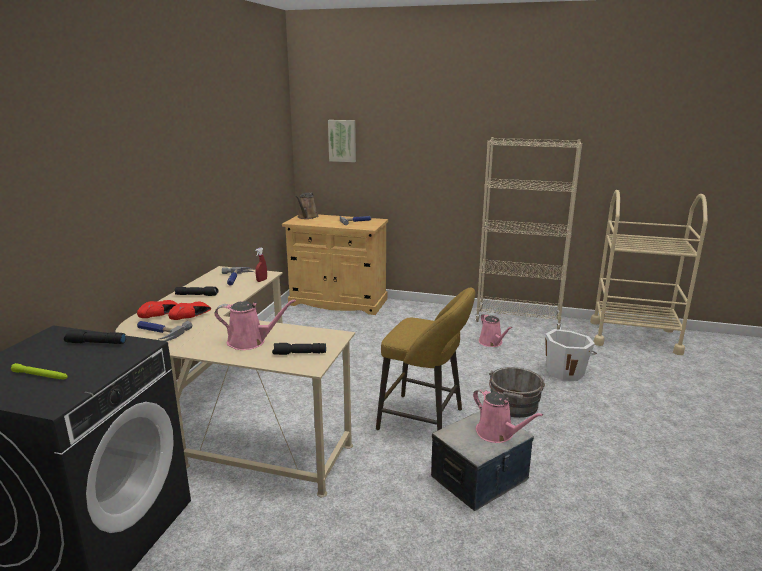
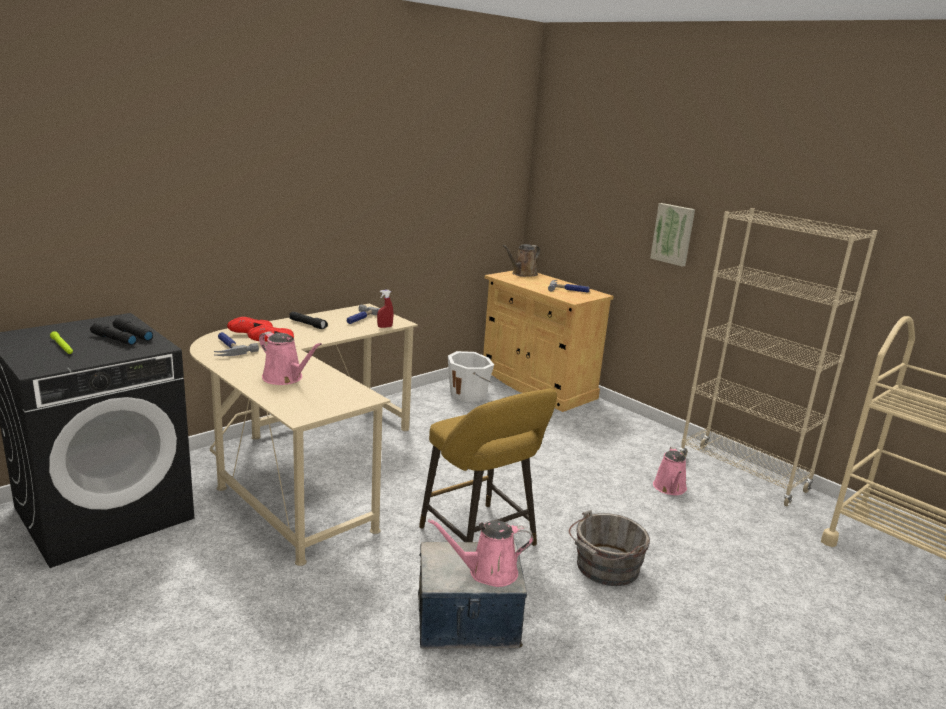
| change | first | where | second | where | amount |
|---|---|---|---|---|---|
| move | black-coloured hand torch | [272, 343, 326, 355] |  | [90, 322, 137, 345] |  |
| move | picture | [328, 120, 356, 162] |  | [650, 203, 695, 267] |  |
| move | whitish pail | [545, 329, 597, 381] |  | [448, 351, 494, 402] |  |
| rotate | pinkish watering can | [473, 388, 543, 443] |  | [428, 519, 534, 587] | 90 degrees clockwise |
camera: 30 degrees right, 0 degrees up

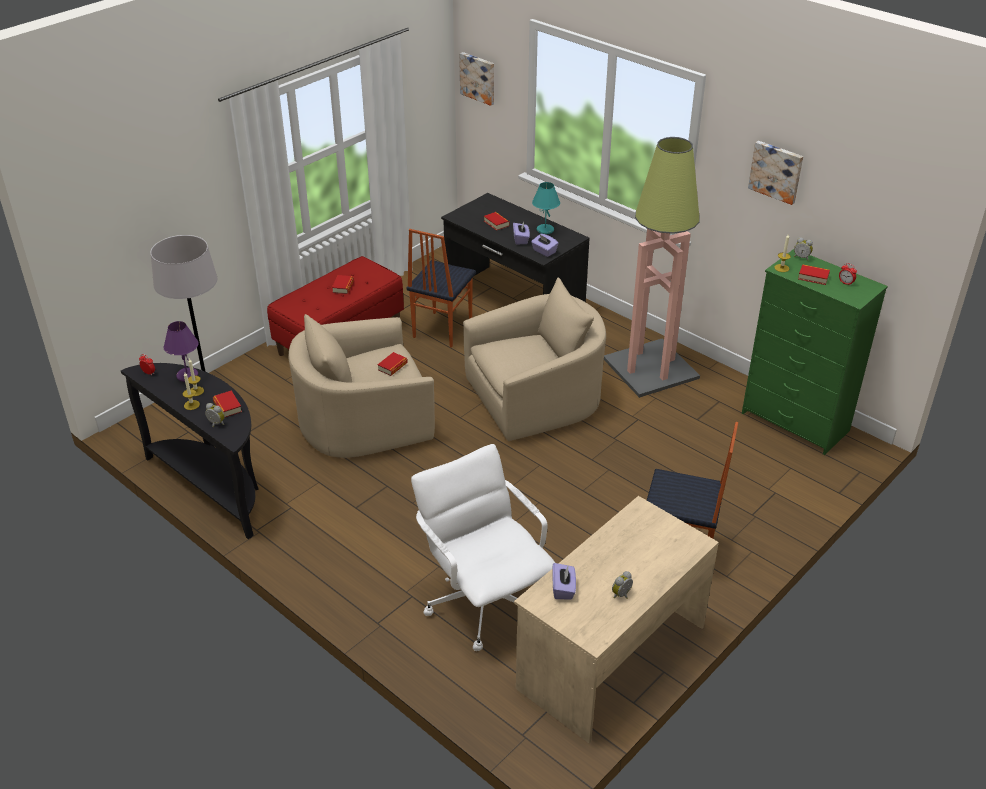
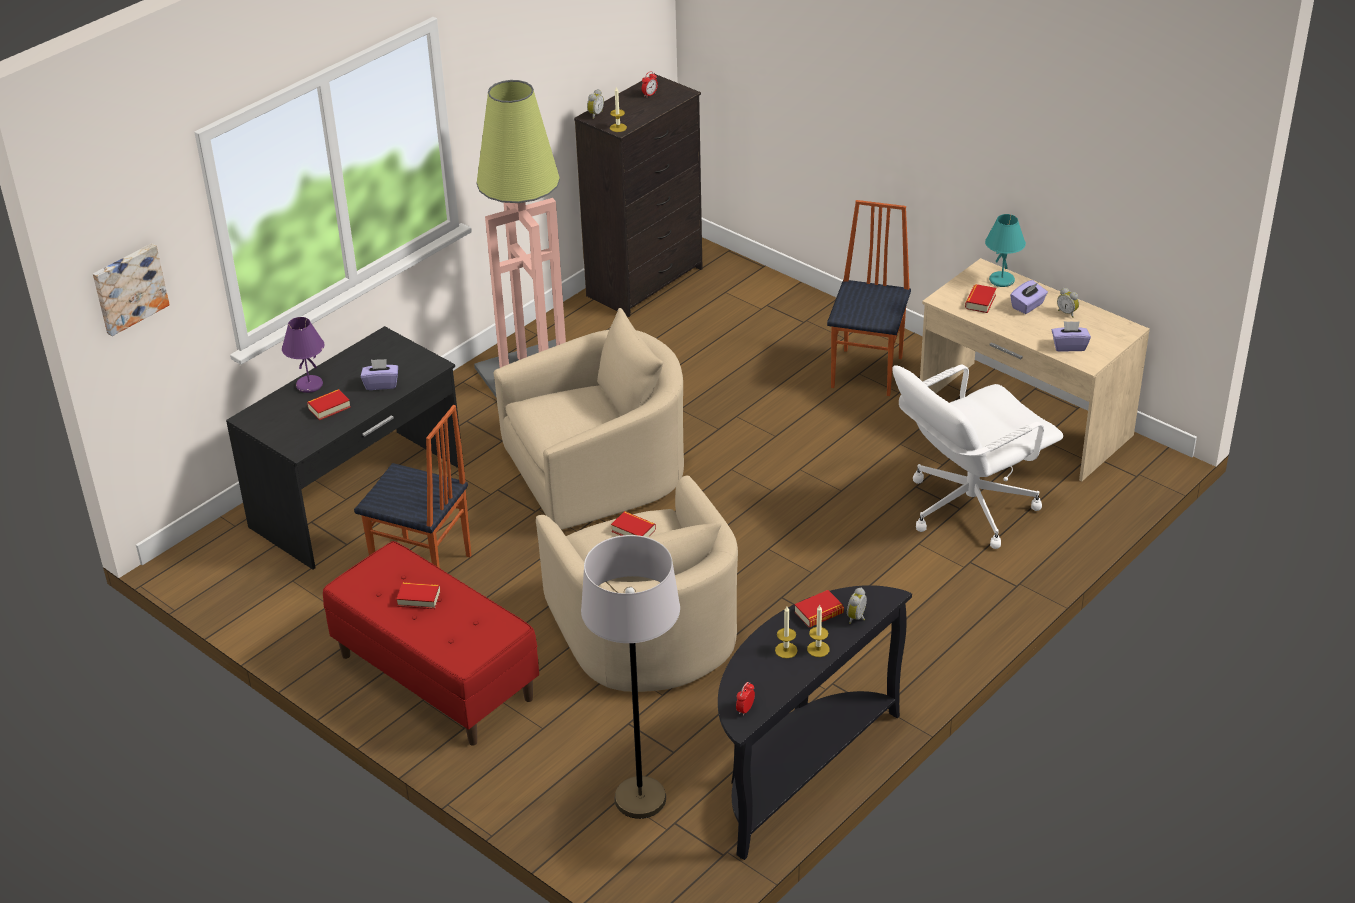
| change | first | where | second | where | amount |
|---|---|---|---|---|---|
| delete | picture | [748, 141, 803, 205] |  |  |  |
| move | purple-coloured lamp for a table | [164, 321, 199, 382] |  | [282, 317, 325, 393] |  |
| move | purple-coloured tissue box | [531, 234, 558, 257] |  | [1010, 280, 1048, 314] |  |
| move | turquoise-coloured lamp for a table | [532, 182, 560, 234] |  | [985, 214, 1026, 287] |  |
| move | volume | [798, 264, 830, 285] |  | [965, 284, 997, 313] |  |
| recolor | green drawer chest | [742, 249, 888, 455] | black-coloured drawer chest | [574, 74, 703, 317] |  |
| rotate | sand-coloured lounge chair | [463, 278, 606, 441] |  | [494, 308, 684, 530] | 90 degrees clockwise |
camera: 90 degrees left, 0 degrees up

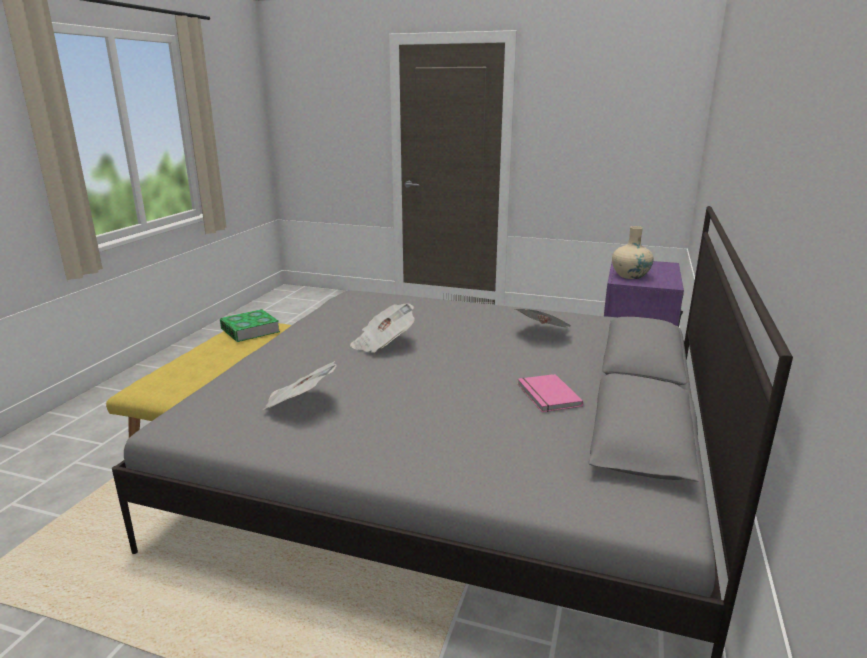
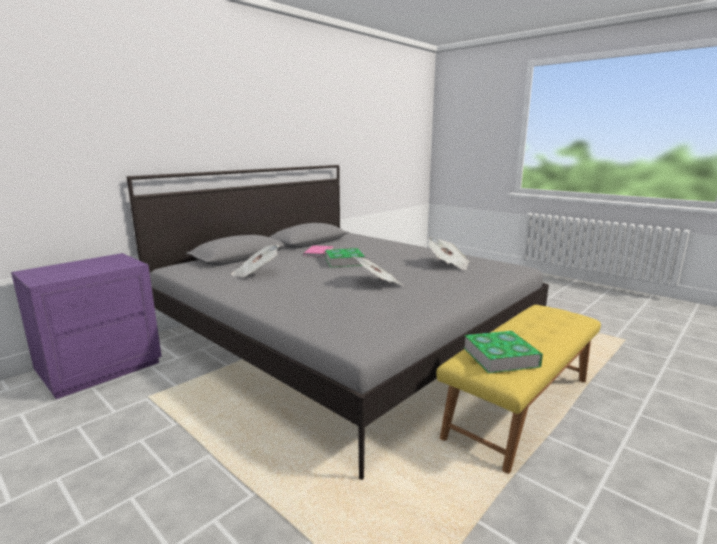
| change | first | where | second | where | amount |
|---|---|---|---|---|---|
| delete | sand-coloured vase | [612, 226, 654, 279] |  |  |  |
| insert |  |  | volume | [325, 248, 365, 267] |  |
camera: 155 degrees left, 5 degrees down

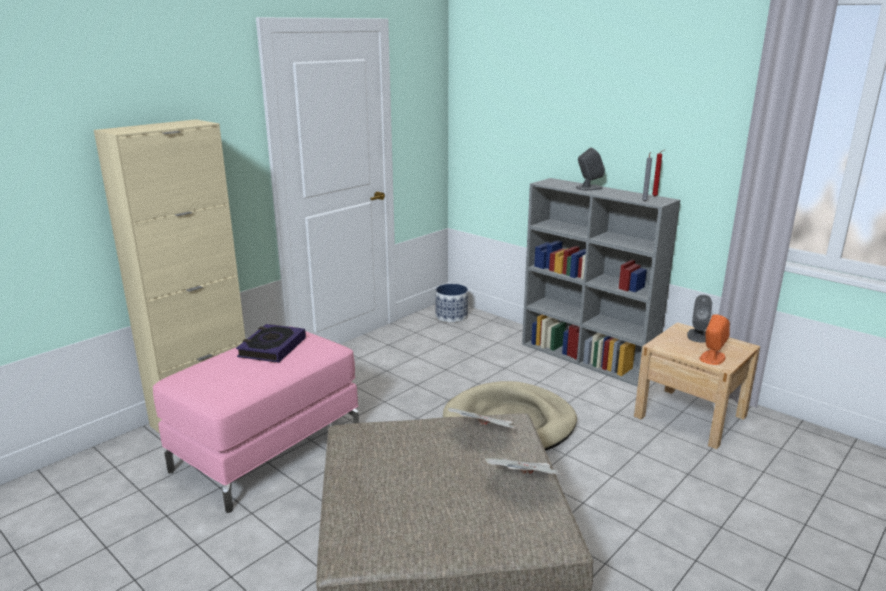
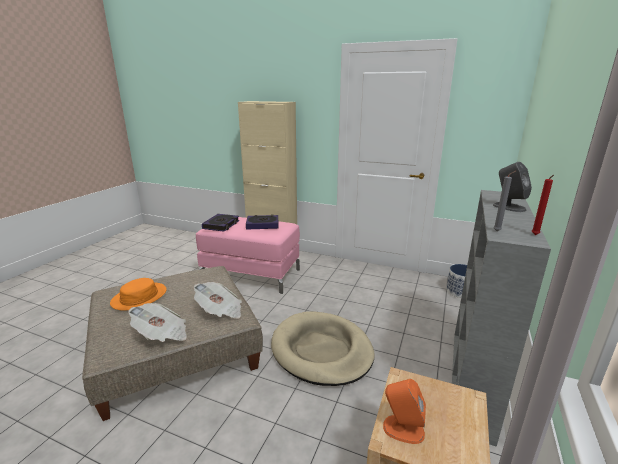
| change | first | where | second | where | amount |
|---|---|---|---|---|---|
| delete | greyish audio speaker | [687, 295, 712, 343] |  |  |  |
| insert |  |  | orange-coloured hat | [110, 278, 167, 311] |  |
| insert |  |  | volume | [202, 214, 239, 232] |  |
camera: 70 degrees right, 0 degrees up

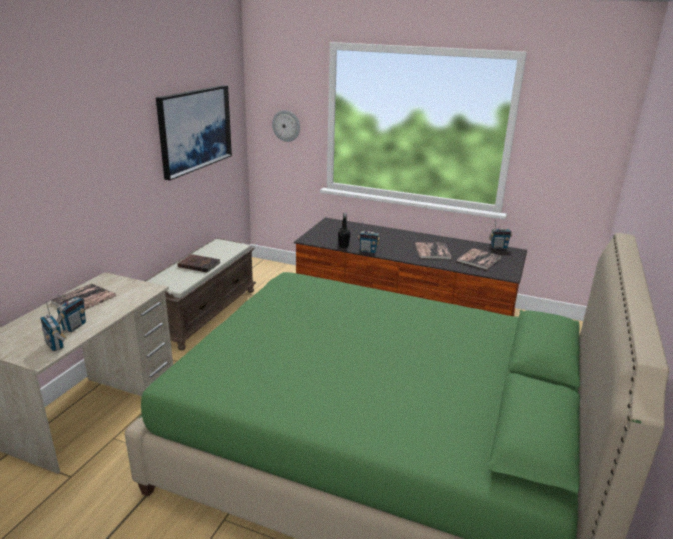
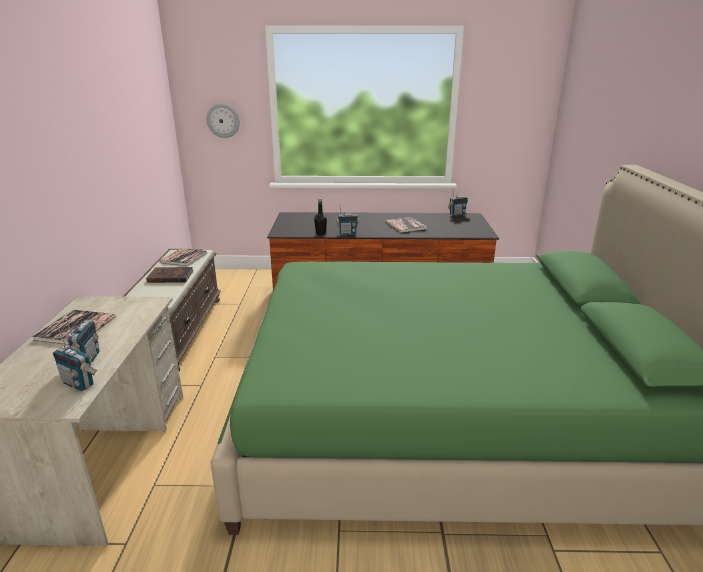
| change | first | where | second | where | amount |
|---|---|---|---|---|---|
| delete | picture | [156, 85, 232, 180] |  |  |  |
| move | volume | [457, 248, 501, 270] |  | [159, 248, 207, 266] |  |
camera: 20 degrees left, 0 degrees up

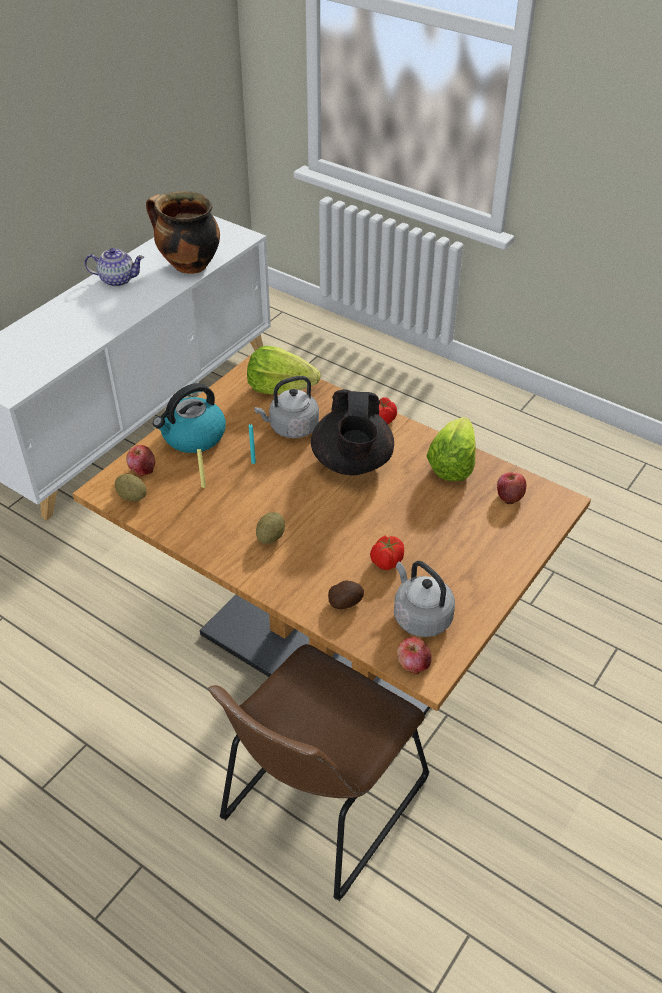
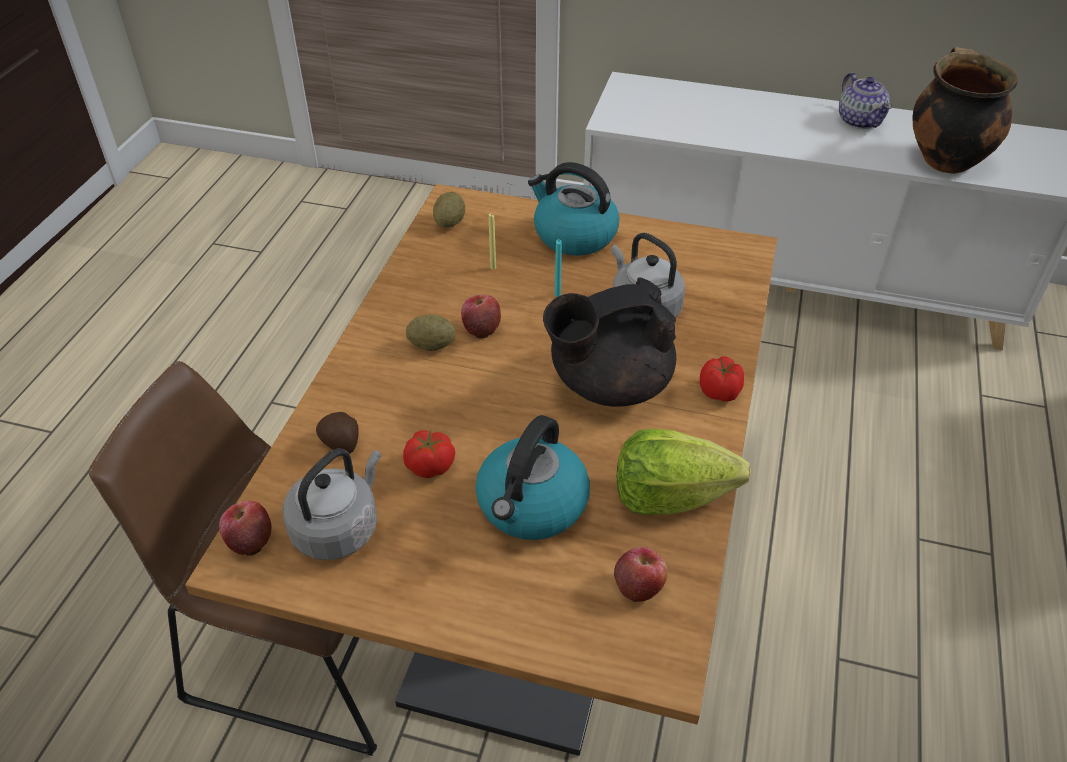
| change | first | where | second | where | amount |
|---|---|---|---|---|---|
| delete | lettuce | [247, 346, 321, 395] |  |  |  |
| insert |  |  | kettle | [475, 415, 590, 540] |  |
| move | apple fruit | [126, 445, 155, 476] |  | [461, 294, 501, 339] |  |
camera: 70 degrees right, 0 degrees up

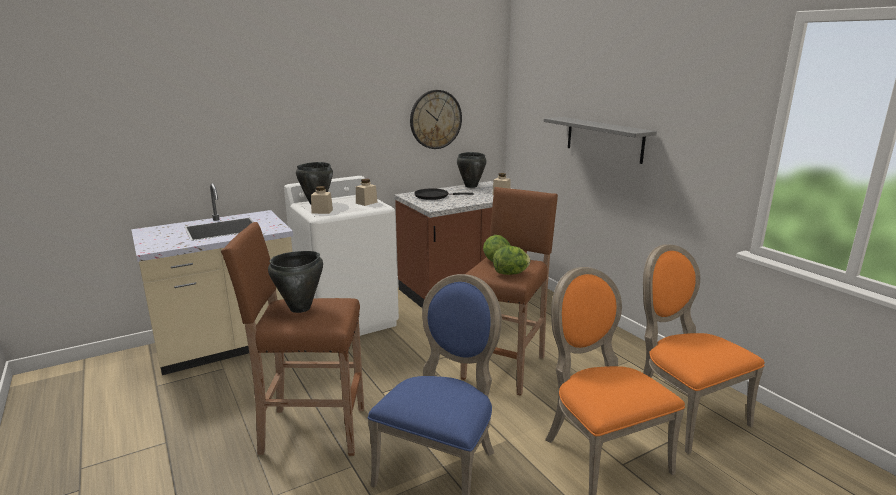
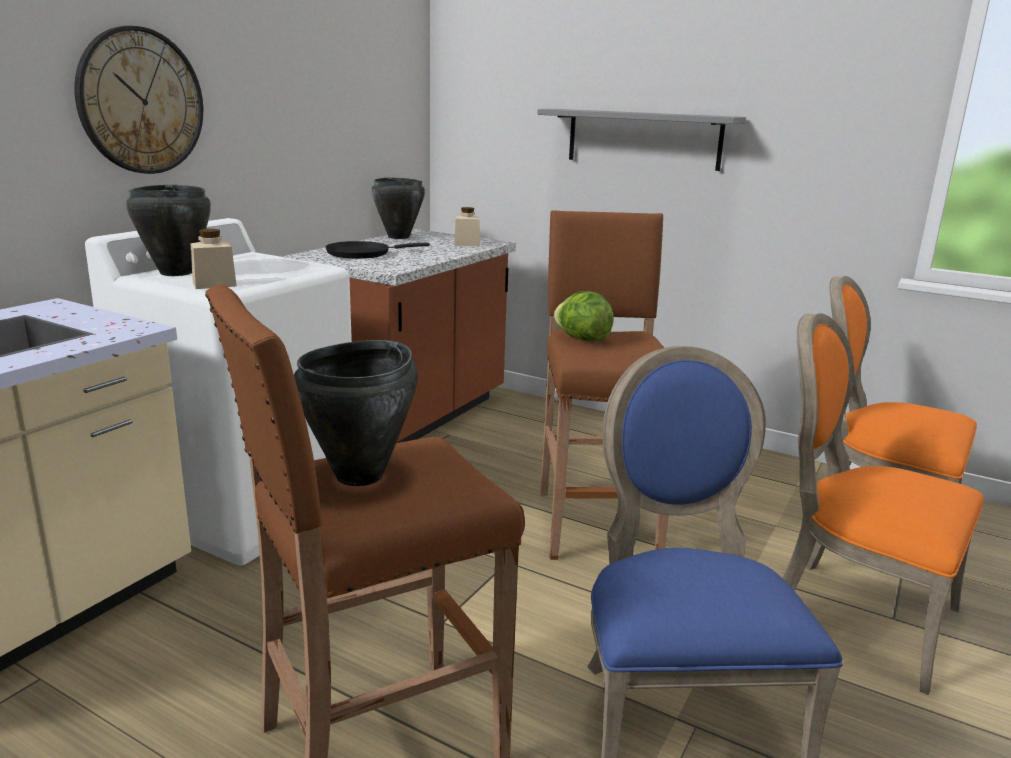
| change | first | where | second | where | amount |
|---|---|---|---|---|---|
| delete | sand-coloured preserve jar | [356, 179, 378, 206] |  |  |  |
| delete | lettuce | [493, 245, 531, 275] |  |  |  |
| move | hanging clock | [410, 90, 462, 149] |  | [74, 26, 203, 174] |  |
camera: 30 degrees left, 0 degrees up

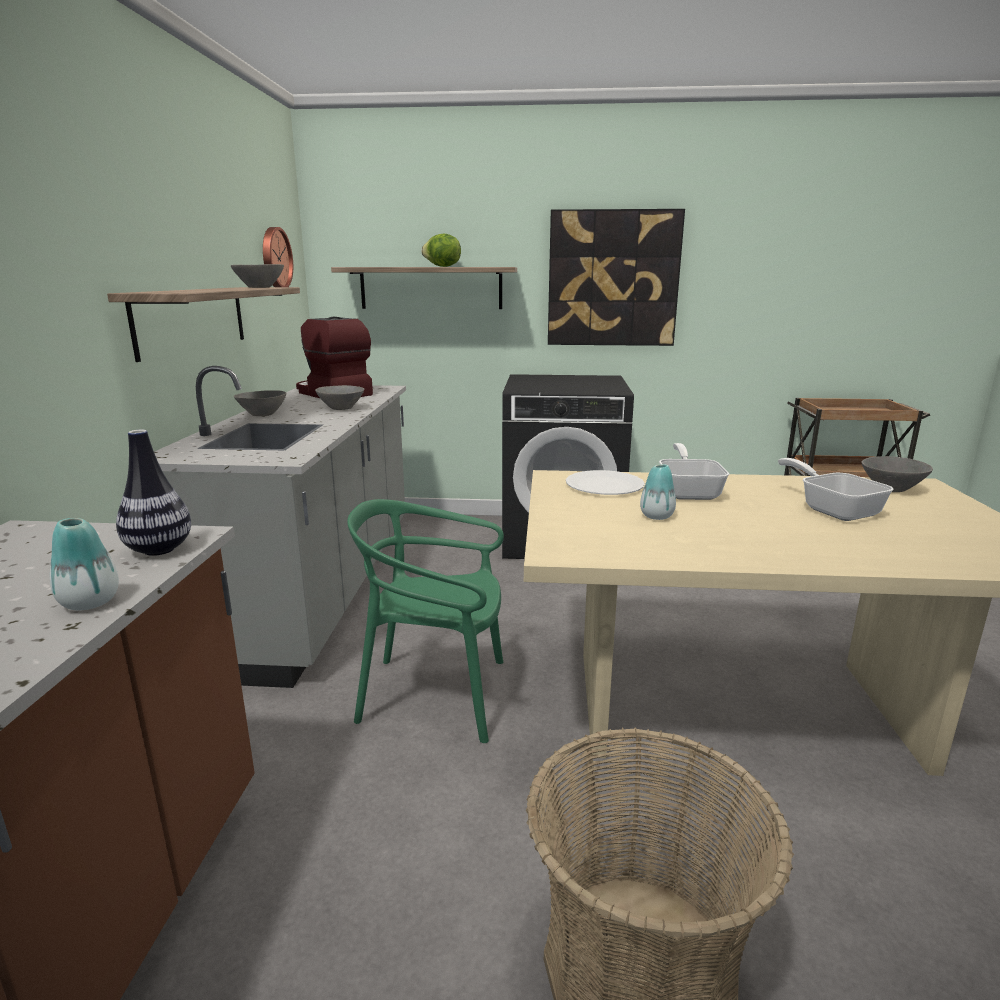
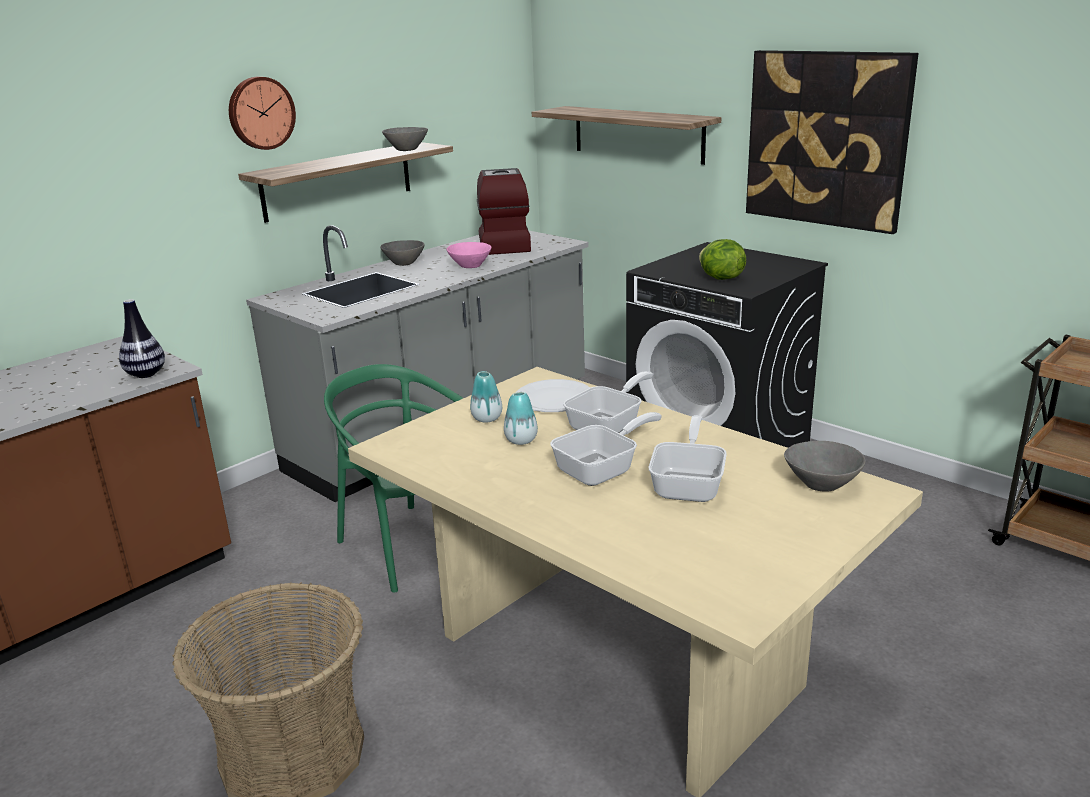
| change | first | where | second | where | amount |
|---|---|---|---|---|---|
| insert |  |  | skillet | [550, 412, 662, 486] |  |
| move | vase | [50, 518, 119, 610] |  | [470, 371, 502, 423] |  |
| move | hanging clock | [263, 227, 293, 287] |  | [229, 77, 296, 150] |  |
| move | lettuce | [421, 233, 461, 267] |  | [699, 239, 746, 280] |  |
| recolor | greyish deep dish | [315, 385, 364, 410] | pinkish deep dish | [447, 242, 491, 268] |  |
camera: 40 degrees right, 5 degrees up

